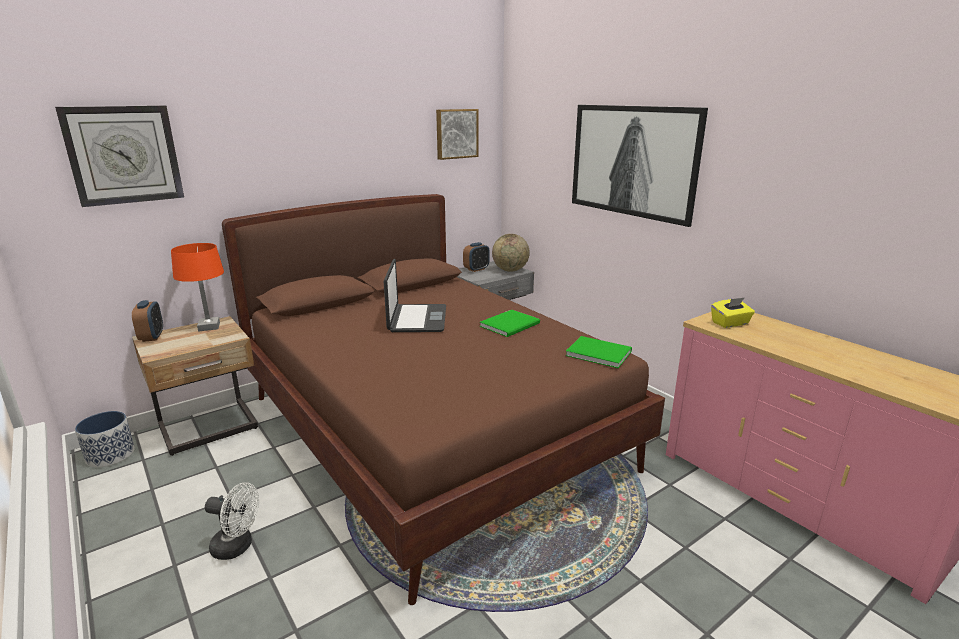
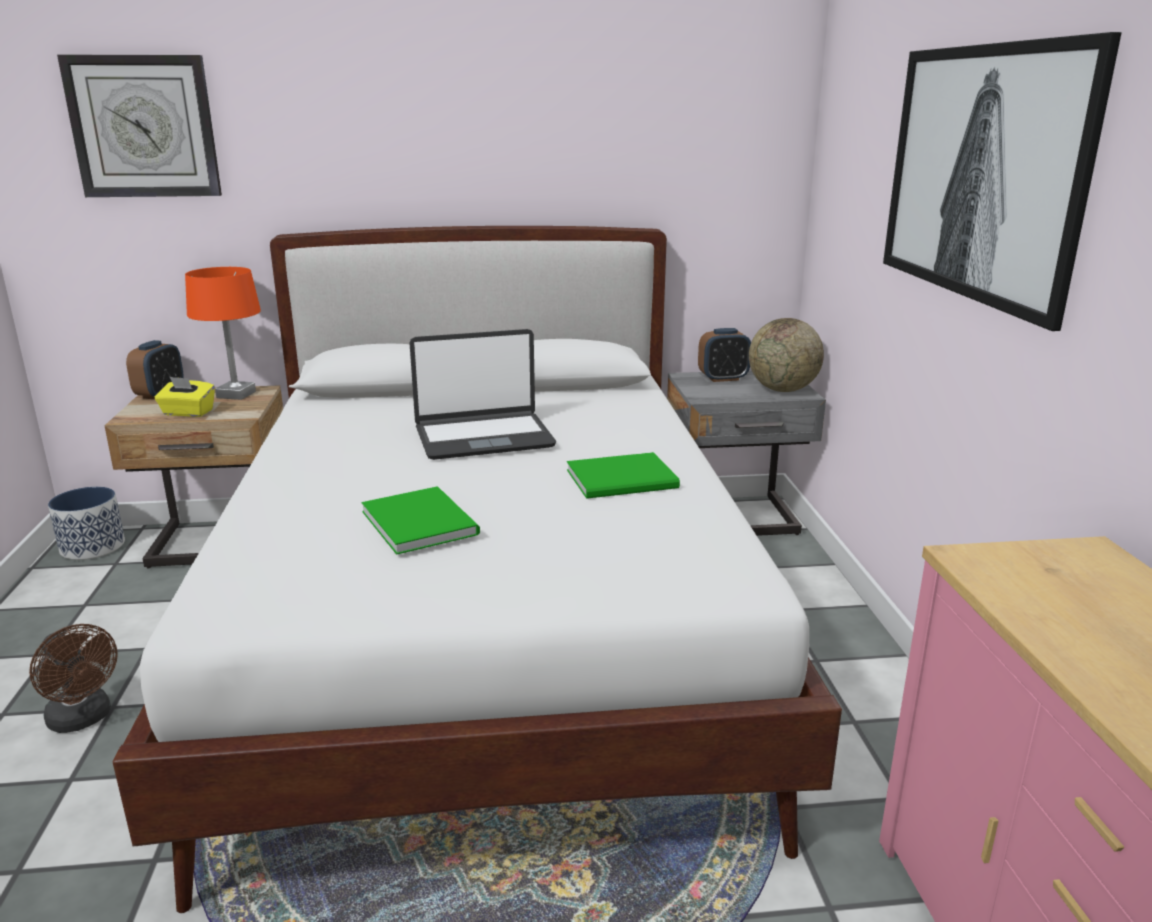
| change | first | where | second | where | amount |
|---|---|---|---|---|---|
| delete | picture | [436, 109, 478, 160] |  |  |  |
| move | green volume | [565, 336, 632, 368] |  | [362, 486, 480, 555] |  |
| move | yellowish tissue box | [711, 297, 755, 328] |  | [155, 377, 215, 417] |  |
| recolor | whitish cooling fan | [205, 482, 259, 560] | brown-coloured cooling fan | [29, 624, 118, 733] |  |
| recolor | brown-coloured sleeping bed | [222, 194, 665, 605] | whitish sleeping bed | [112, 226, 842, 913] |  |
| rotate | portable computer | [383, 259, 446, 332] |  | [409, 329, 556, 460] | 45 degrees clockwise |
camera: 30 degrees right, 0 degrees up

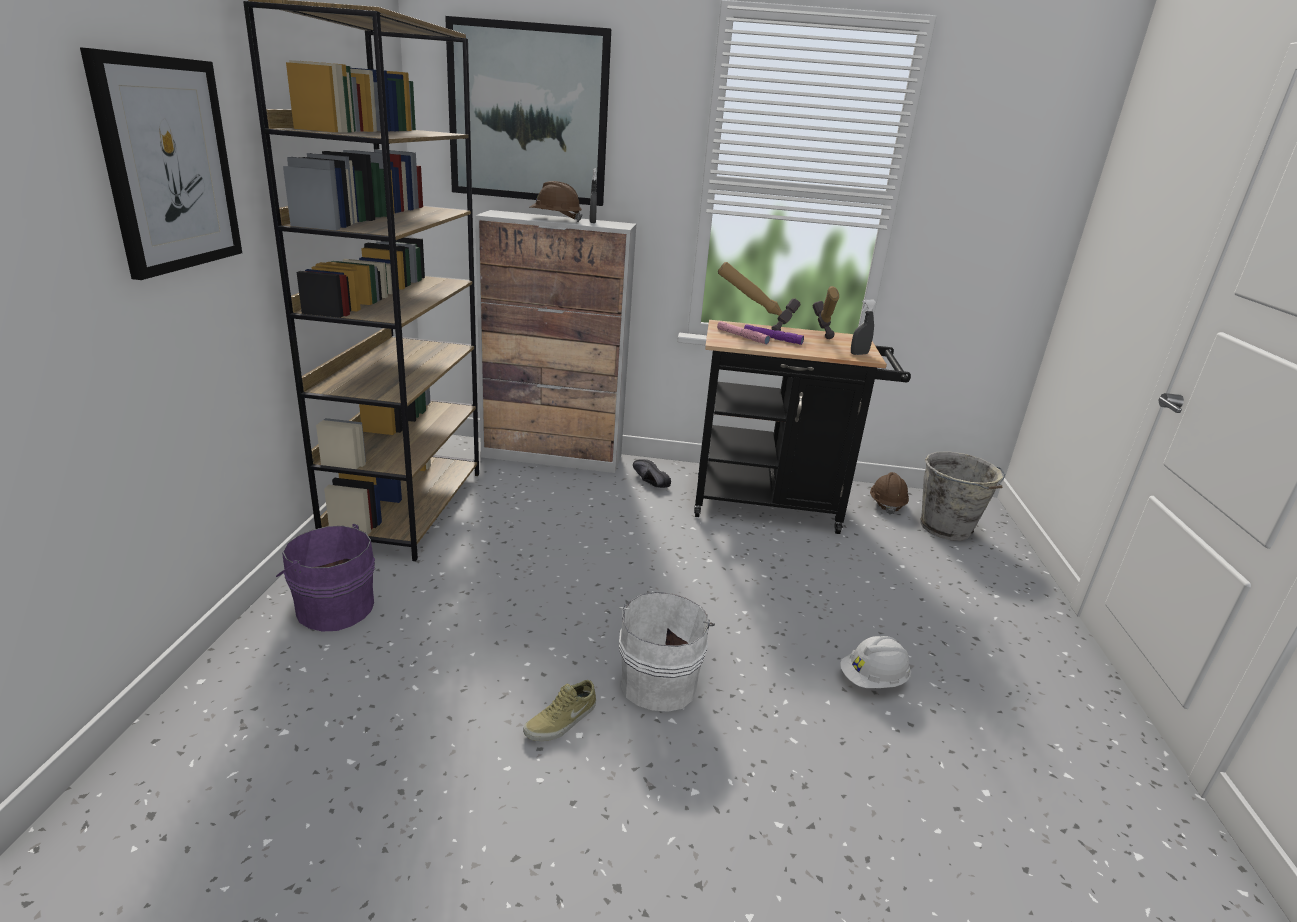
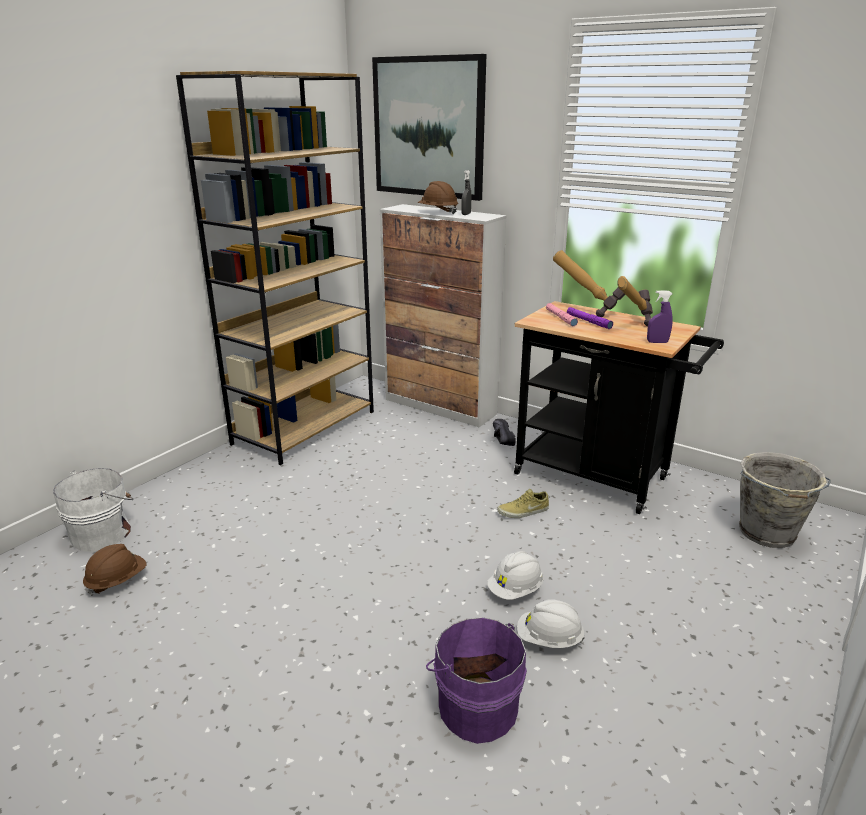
| change | first | where | second | where | amount |
|---|---|---|---|---|---|
| delete | picture | [80, 47, 242, 280] |  |  |  |
| insert |  |  | whitish safety helmet | [487, 551, 544, 600] |  |
| move | purple-coloured pail | [276, 524, 375, 631] |  | [426, 617, 527, 744] |  |
| move | sand-coloured item of footwear | [523, 680, 596, 741] |  | [497, 489, 549, 518] |  |
| move | whitish pail | [619, 592, 715, 712] |  | [53, 468, 134, 552] |  |
| move | brown-coloured safety helmet | [870, 472, 909, 515] |  | [83, 544, 147, 596] |  |
| recolor | greyish sprayer | [851, 300, 877, 355] | purple-coloured sprayer | [647, 290, 673, 343] |  |
camera: 30 degrees right, 0 degrees up

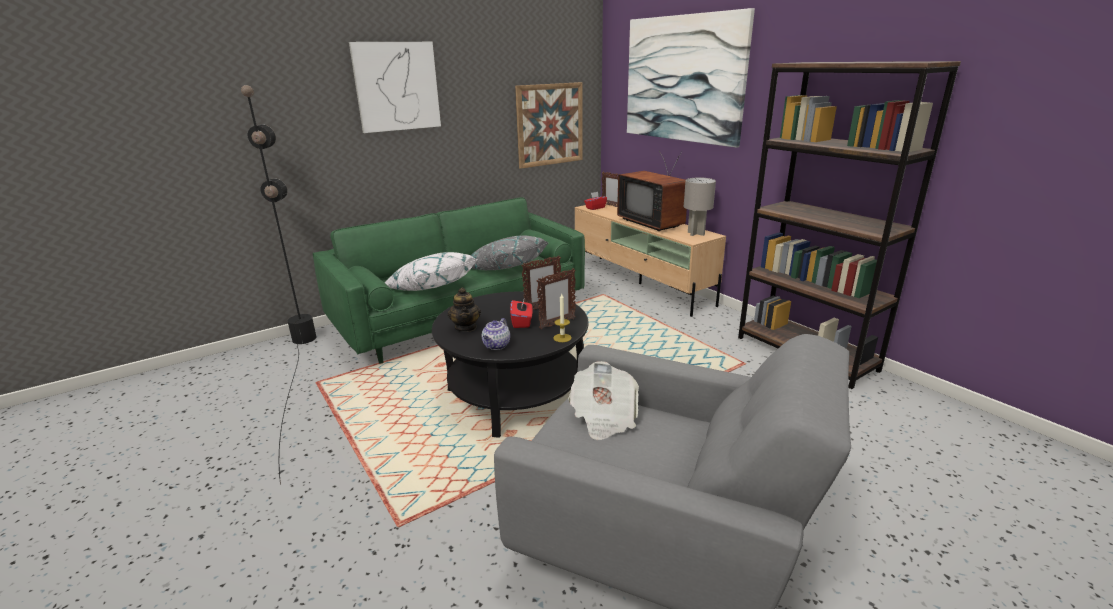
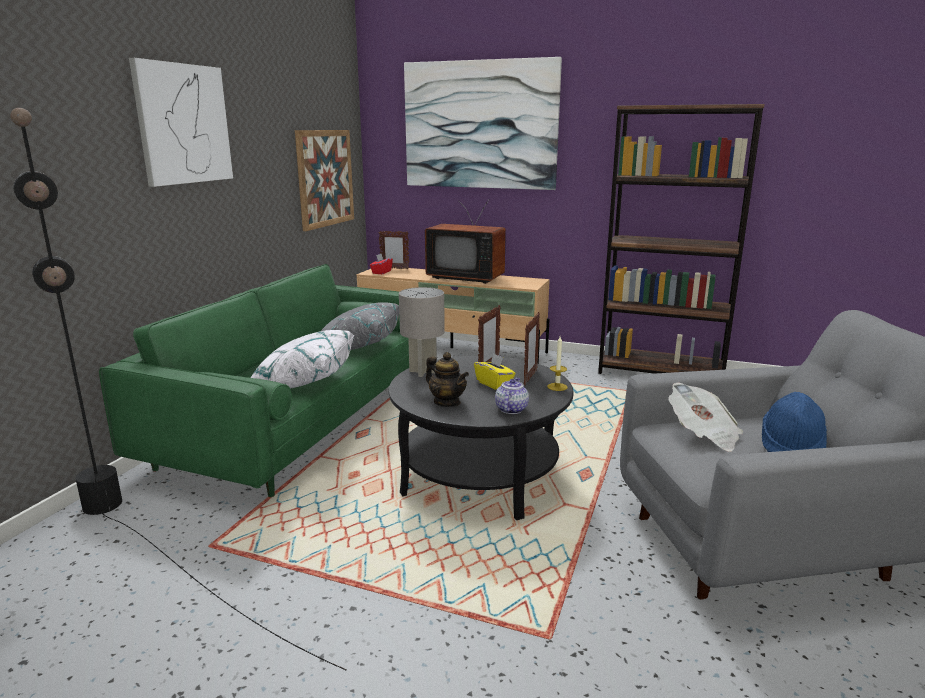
| change | first | where | second | where | amount |
|---|---|---|---|---|---|
| insert |  |  | bluish hat | [762, 392, 827, 452] |  |
| move | greyish lamp for a table | [684, 177, 716, 236] |  | [399, 287, 445, 377] |  |
| recolor | red-coloured tissue box | [510, 297, 532, 328] | yellowish tissue box | [474, 353, 516, 390] |  |
| rotate | teapot | [482, 318, 510, 350] |  | [495, 378, 529, 414] | 150 degrees counterclockwise |
camera: 35 degrees left, 5 degrees down

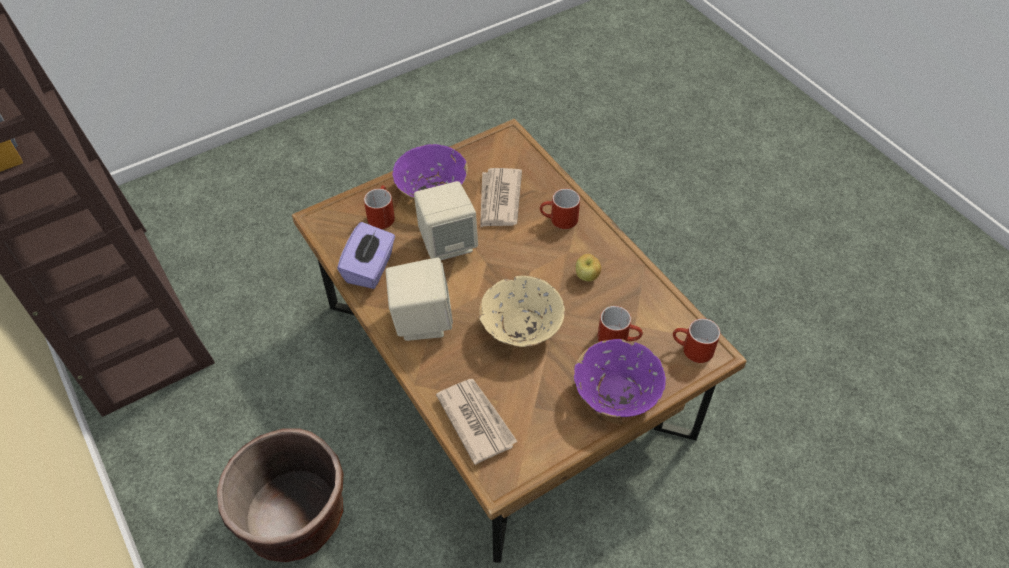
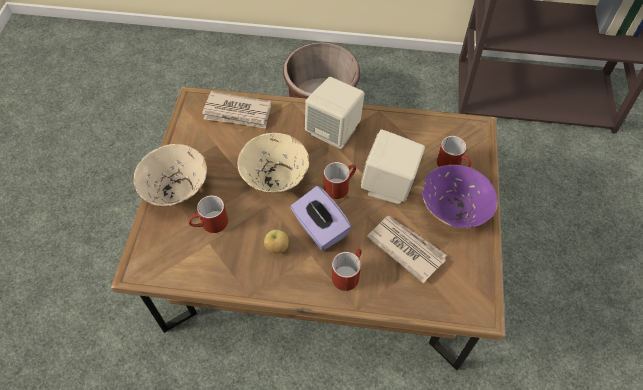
| change | first | where | second | where | amount |
|---|---|---|---|---|---|
| move | purple-coloured tissue box | [337, 222, 395, 289] |  | [290, 186, 352, 251] |  |
| move | red-coloured coffee mug | [673, 318, 720, 363] |  | [324, 162, 356, 199] |  |
| recolor | purple-coloured deep dish | [574, 339, 666, 417] | sand-coloured deep dish | [134, 144, 207, 207] |  |
camera: 130 degrees right, 5 degrees up

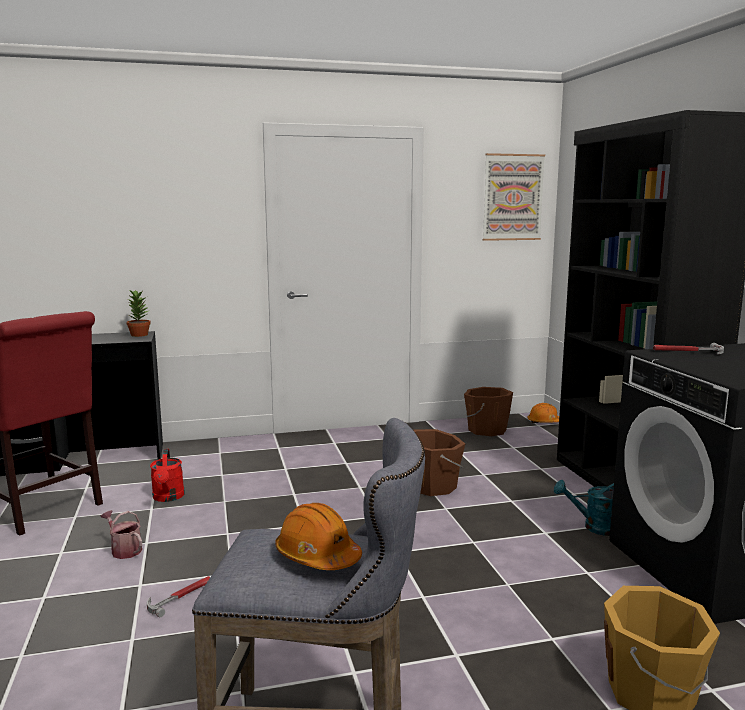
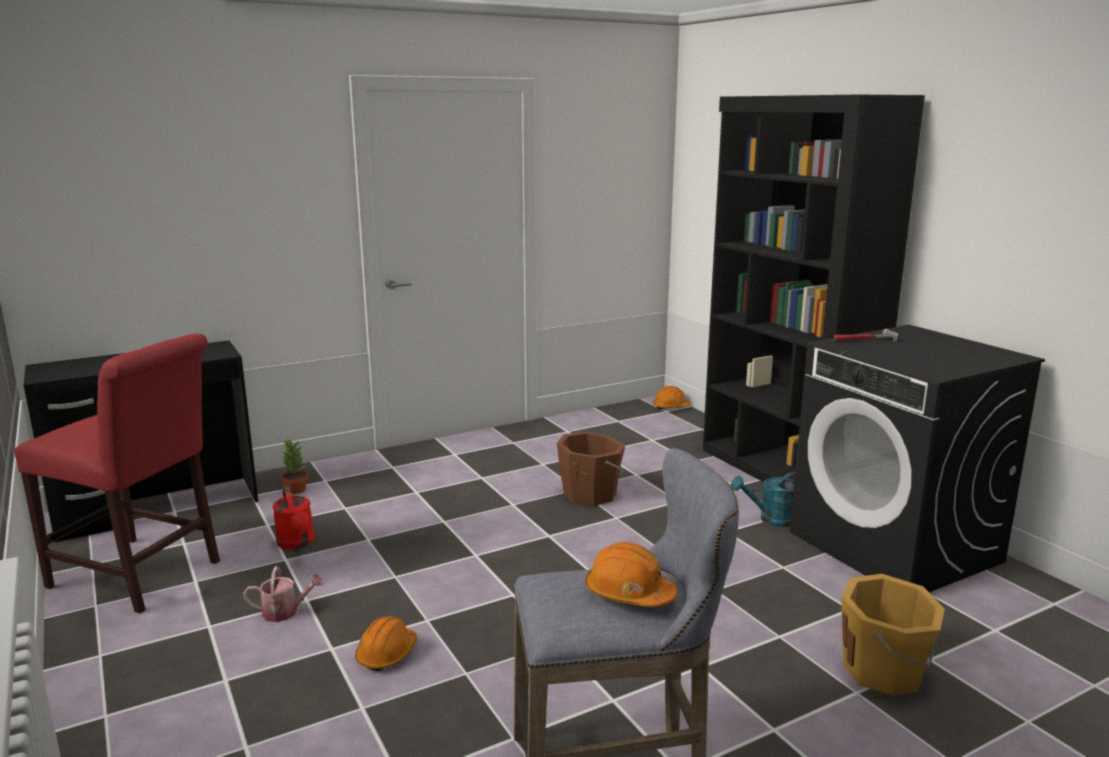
| change | first | where | second | where | amount |
|---|---|---|---|---|---|
| delete | brown-coloured pail | [464, 387, 513, 436] |  |  |  |
| delete | picture | [483, 153, 545, 241] |  |  |  |
| move | plant in a pot | [127, 290, 151, 337] |  | [280, 439, 309, 494] |  |
| replace | hammer | [147, 576, 210, 617] | orange-coloured safety helmet | [355, 616, 417, 671] |  |
| rotate | watering can | [101, 510, 142, 559] |  | [243, 566, 324, 622] | 150 degrees clockwise |
camera: 15 degrees left, 5 degrees up

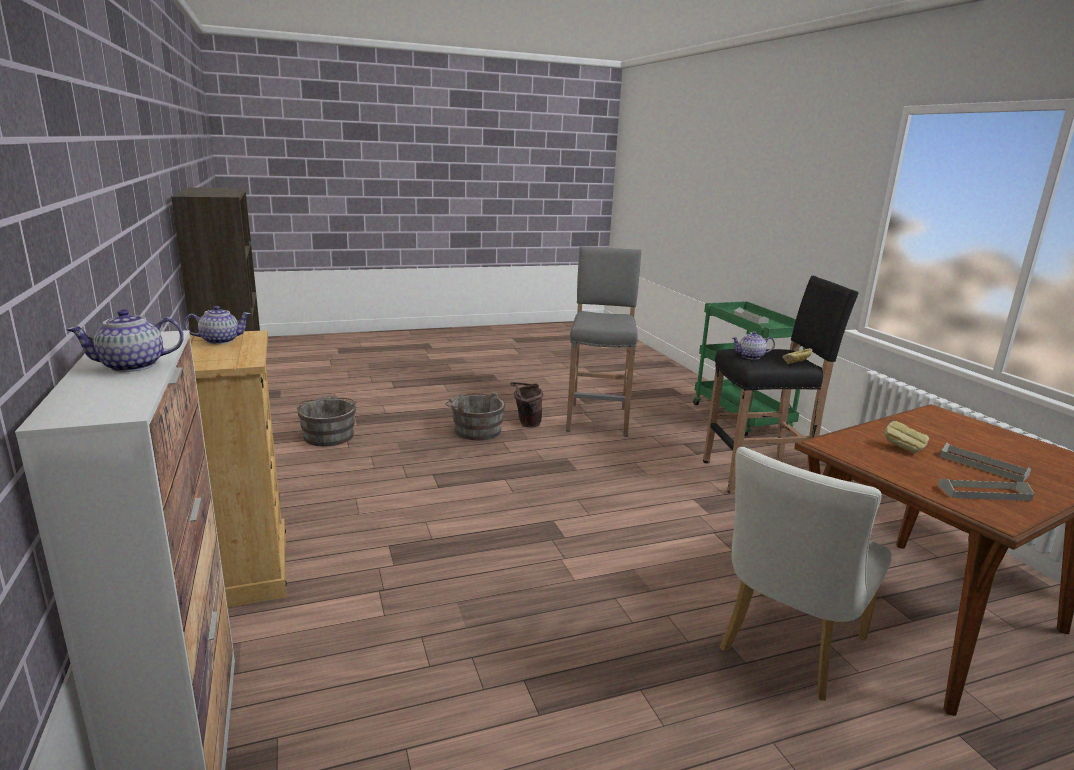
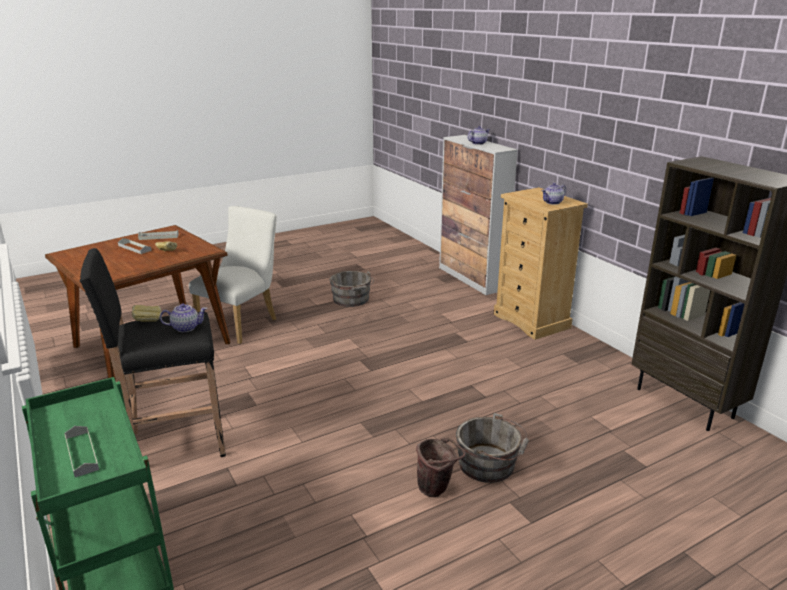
| change | first | where | second | where | amount |
|---|---|---|---|---|---|
| delete | greyish sitting stool | [566, 246, 641, 437] |  |  |  |
| move | greyish pail | [297, 396, 357, 447] |  | [330, 271, 374, 307] |  |
camera: 170 degrees right, 5 degrees up

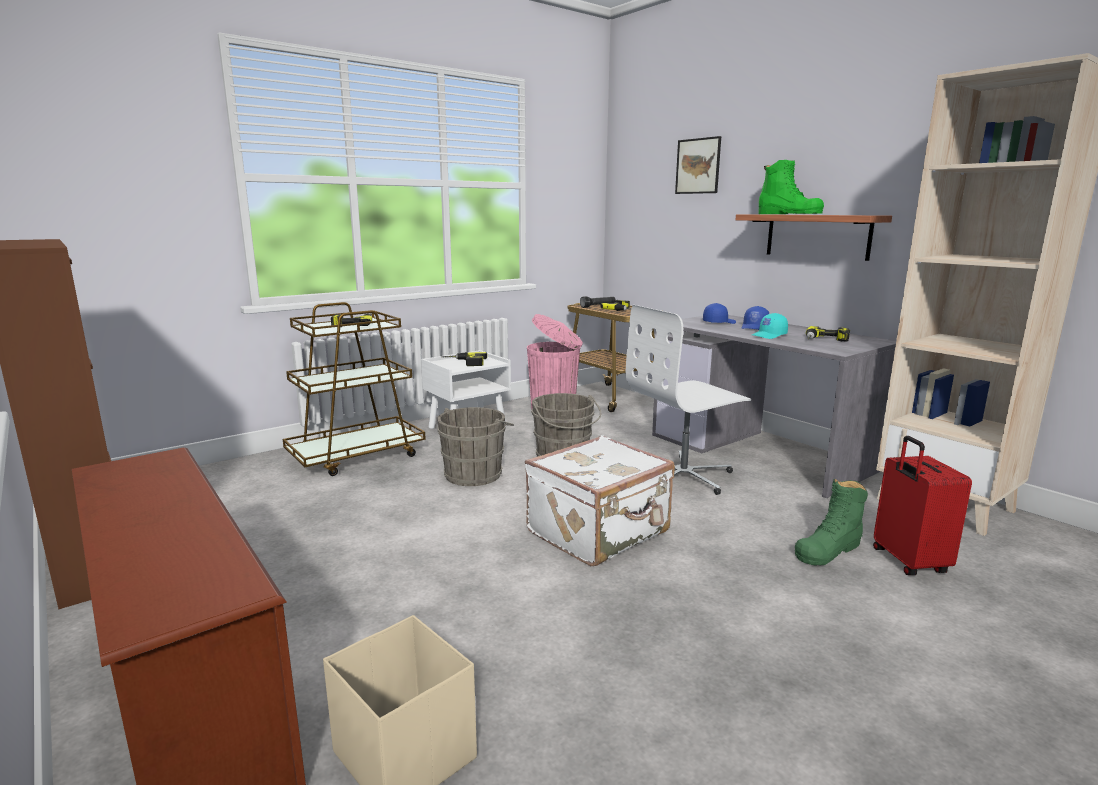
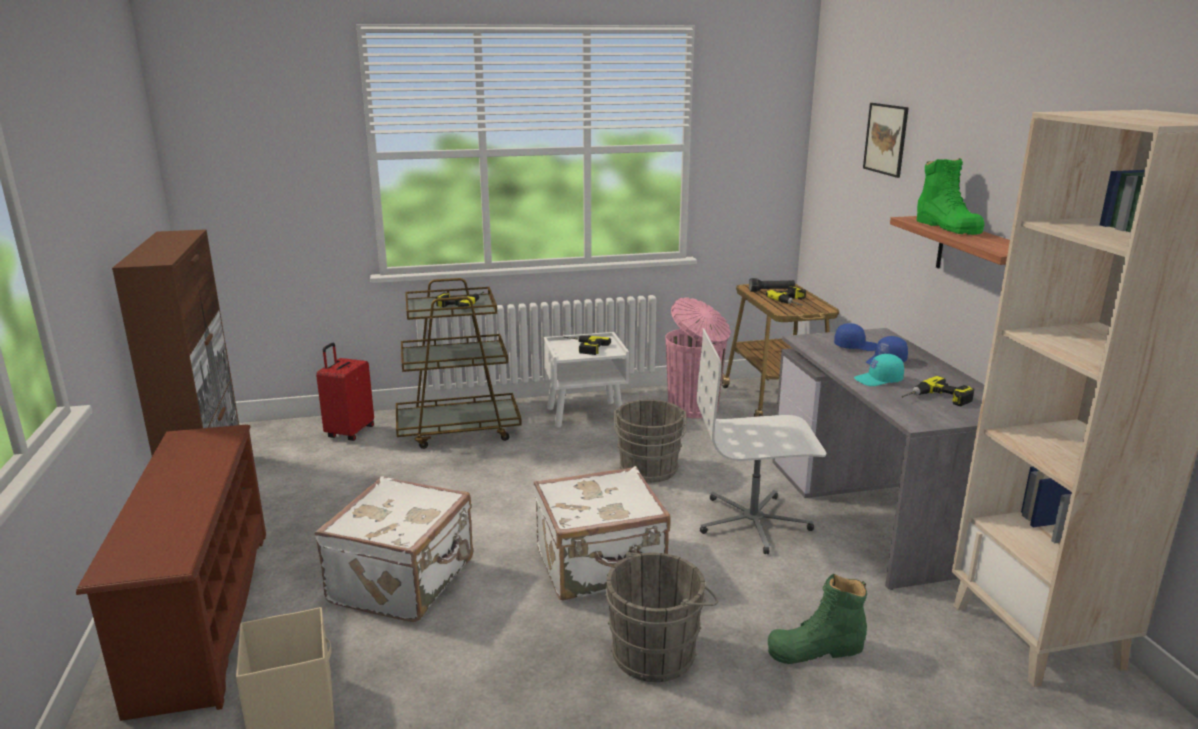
| change | first | where | second | where | amount |
|---|---|---|---|---|---|
| insert |  |  | whitish travel case | [314, 476, 473, 622] |  |
| move | greyish pail | [437, 407, 514, 486] |  | [605, 552, 718, 682] |  |
| move | red-coloured travel case | [873, 436, 972, 575] |  | [316, 343, 374, 441] |  |
camera: 25 degrees right, 5 degrees up

